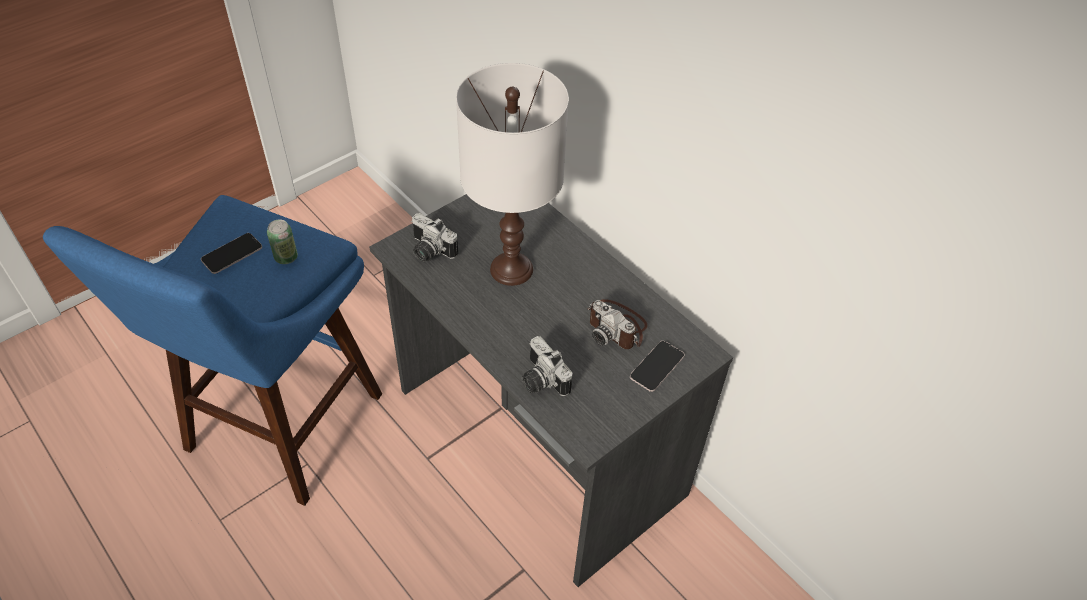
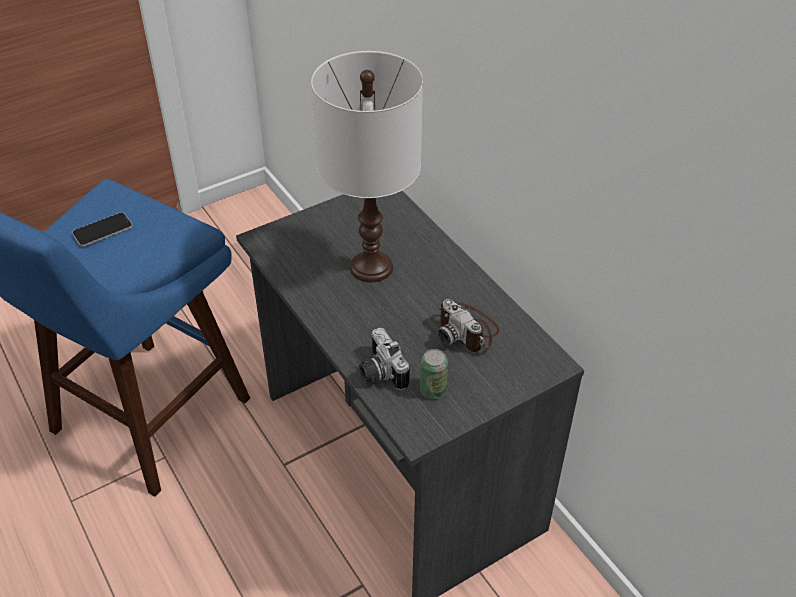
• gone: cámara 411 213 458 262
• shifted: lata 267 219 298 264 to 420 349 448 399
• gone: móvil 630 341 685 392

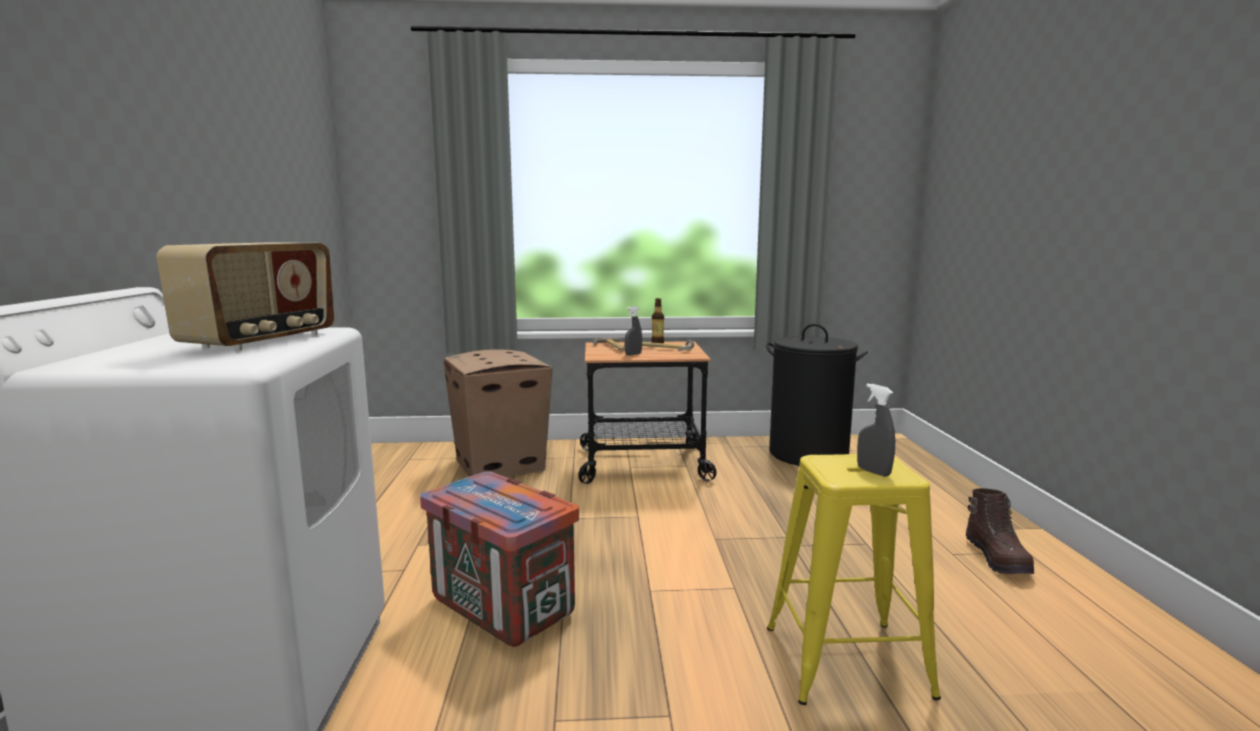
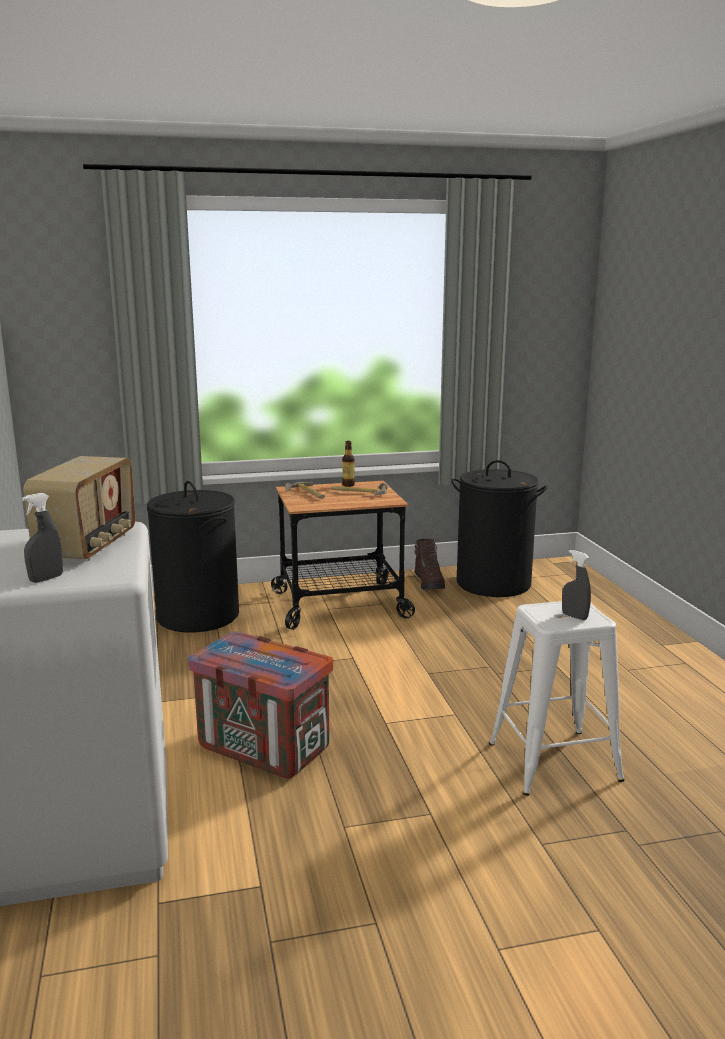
• shifted: pulverizador (gris) 625 306 642 356 to 22 493 63 583
• swapped: caja de cartón 443 349 553 477 to cesto de la ropa (negro) 147 481 239 632
• repainted: taburete (amarillo) 767 454 941 705 to taburete (blanco) 489 601 625 796
• shifted: bota (marrón) 966 488 1034 574 to 415 539 445 590

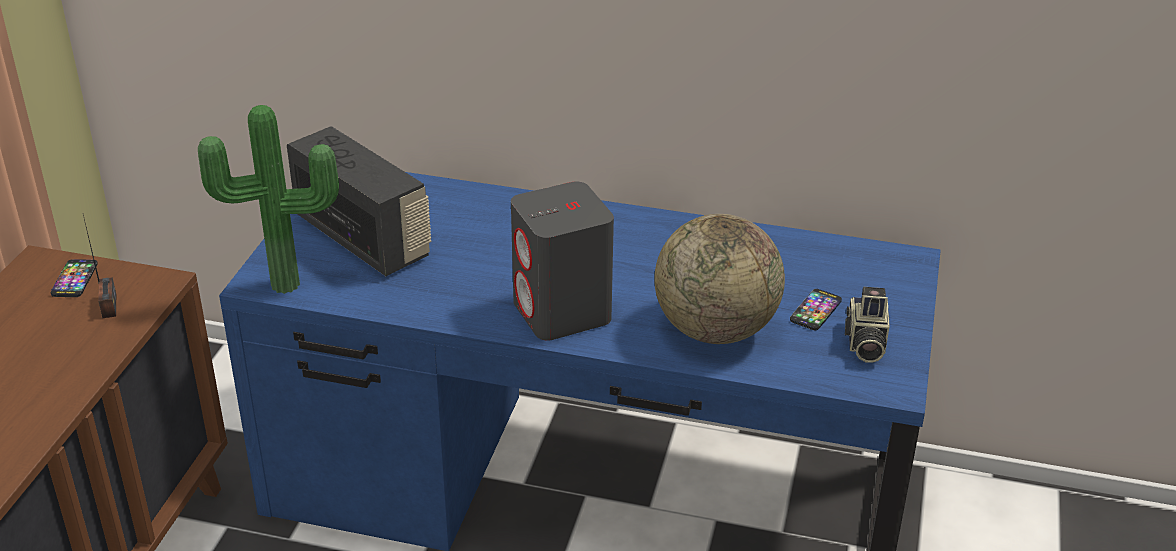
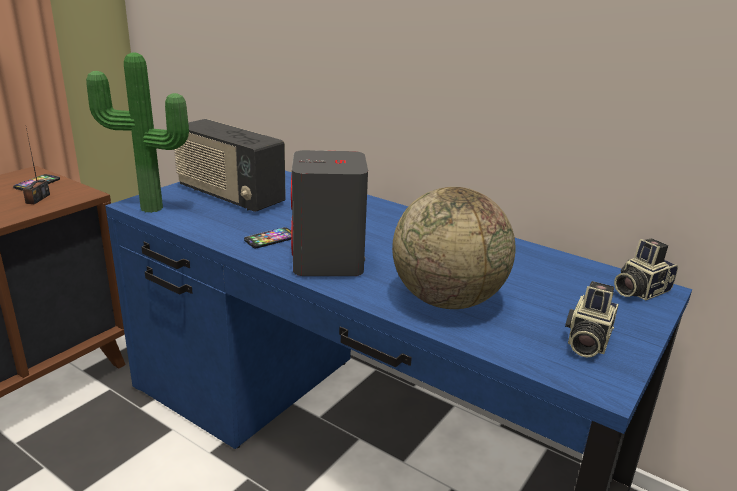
• rotated: radio 287 126 431 276 = 174 119 286 212 150 degrees clockwise
• shifted: móvil 790 289 842 330 to 244 227 291 248
• new: cámara 614 239 678 301

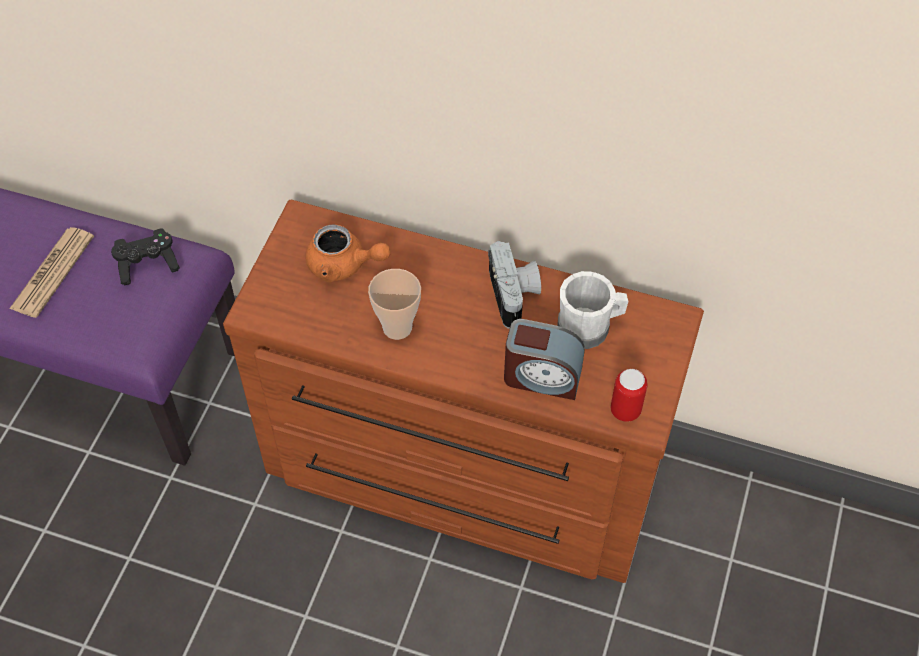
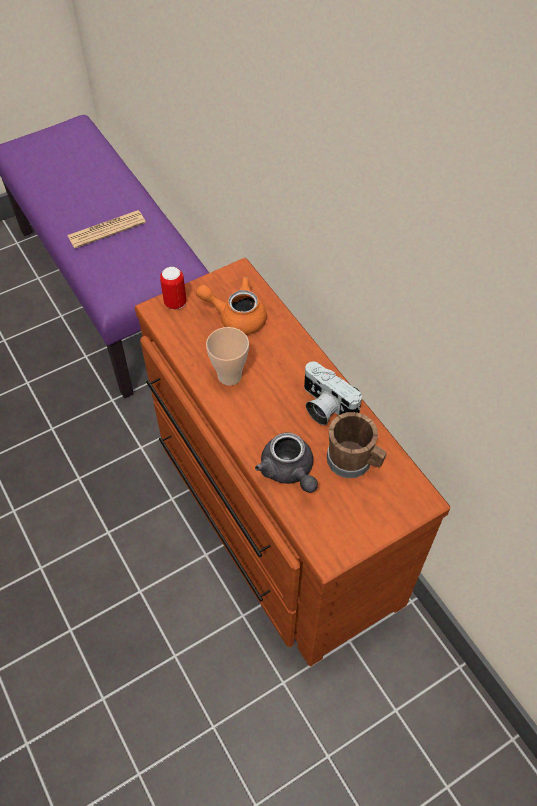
• rotated: tetera (naranja) 305 224 390 282 = 196 277 267 335 135 degrees clockwise
• gone: mando de consola (negro) 111 228 180 285
• rotated: cámara 488 241 541 329 = 304 361 362 425 105 degrees clockwise
• repainted: taza grande (blanco) 558 271 629 349 to taza grande (marrón) 327 412 387 478
• swapped: despertador 504 319 585 400 to tetera (gris) 255 432 318 493
• shifted: lata 611 369 648 422 to 160 267 187 310

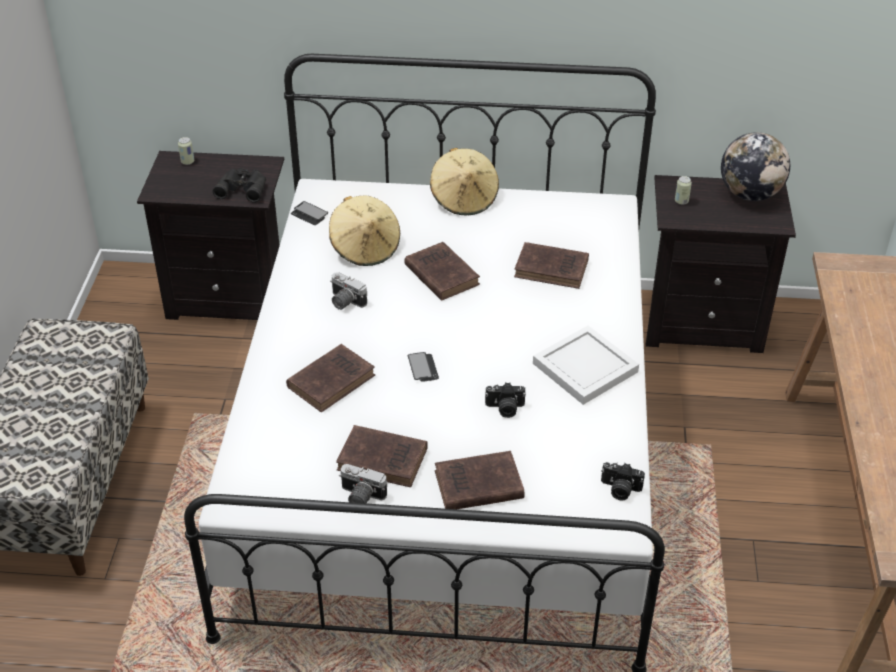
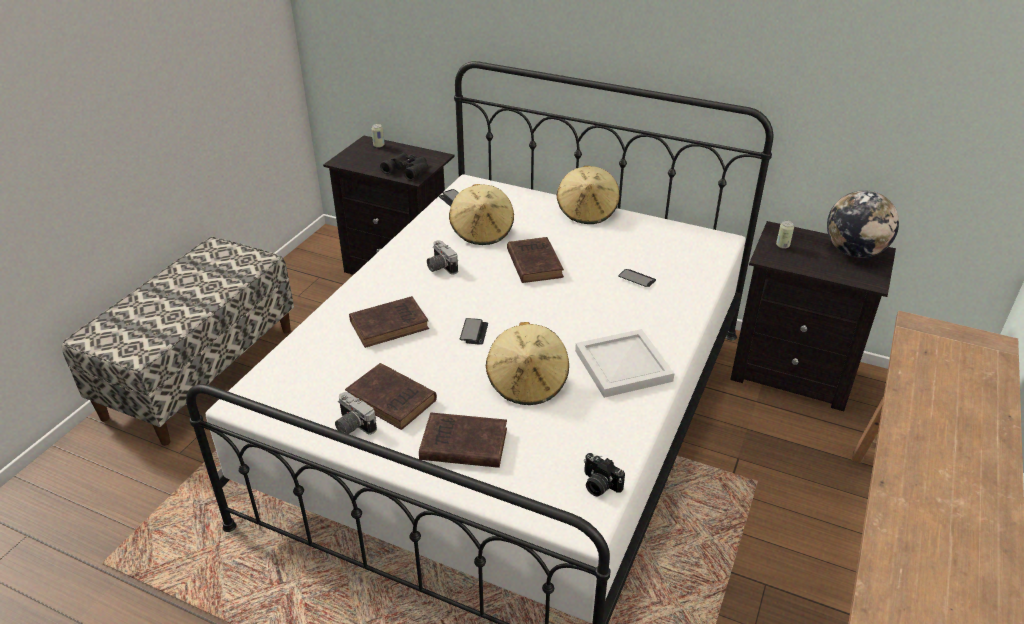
• swapped: libro (marrón) 514 242 589 289 to móvil 618 269 656 287
• swapped: cámara 485 382 526 418 to sombrero (beis) 486 322 569 405

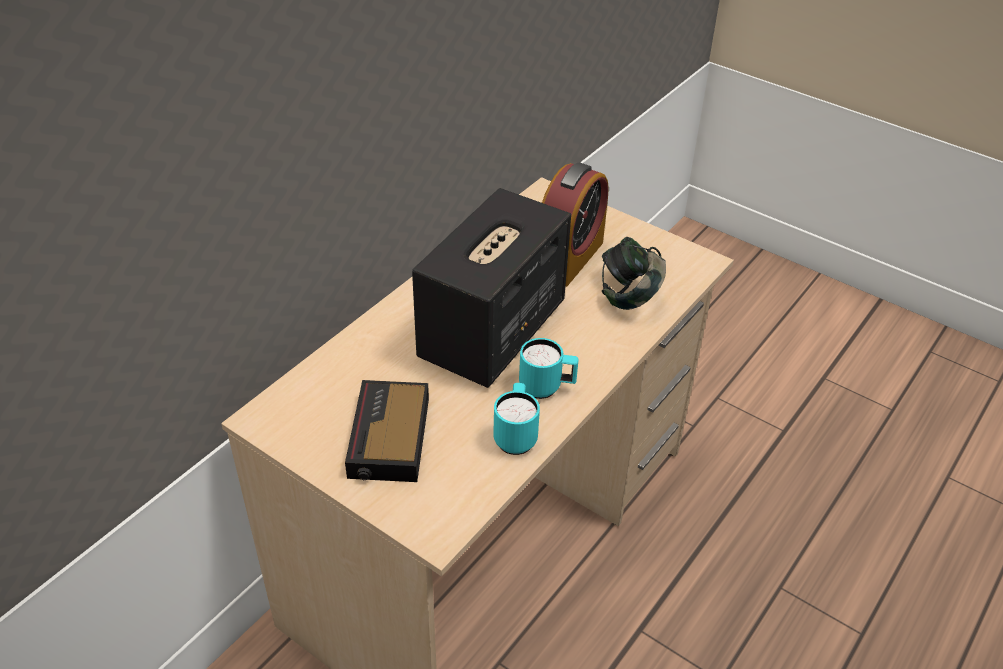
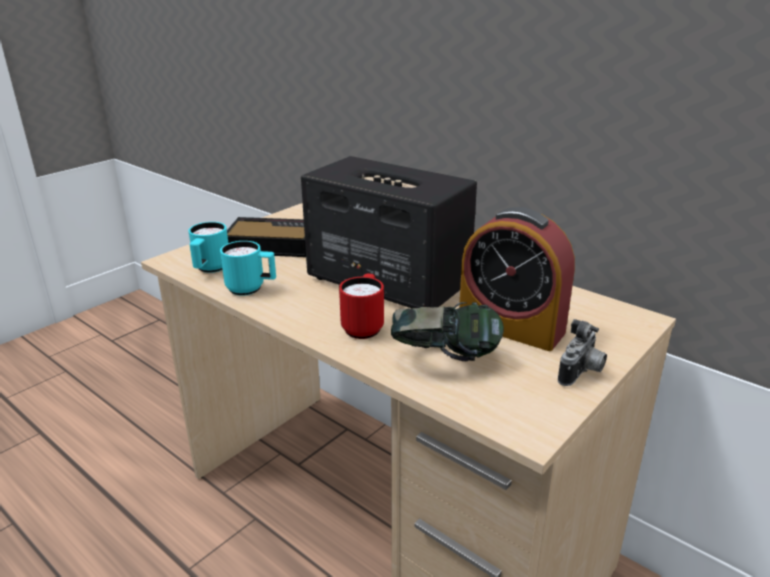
• shifted: taza grande (turquesa) 519 338 578 399 to 188 222 228 273
• new: taza grande (rojo) 339 274 384 339
• new: cámara 558 319 607 386

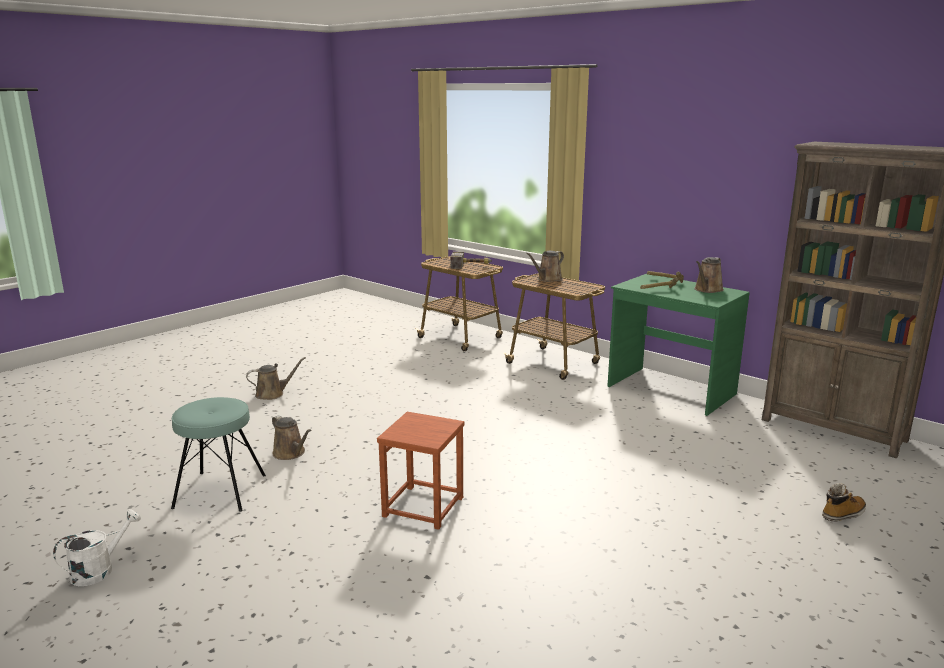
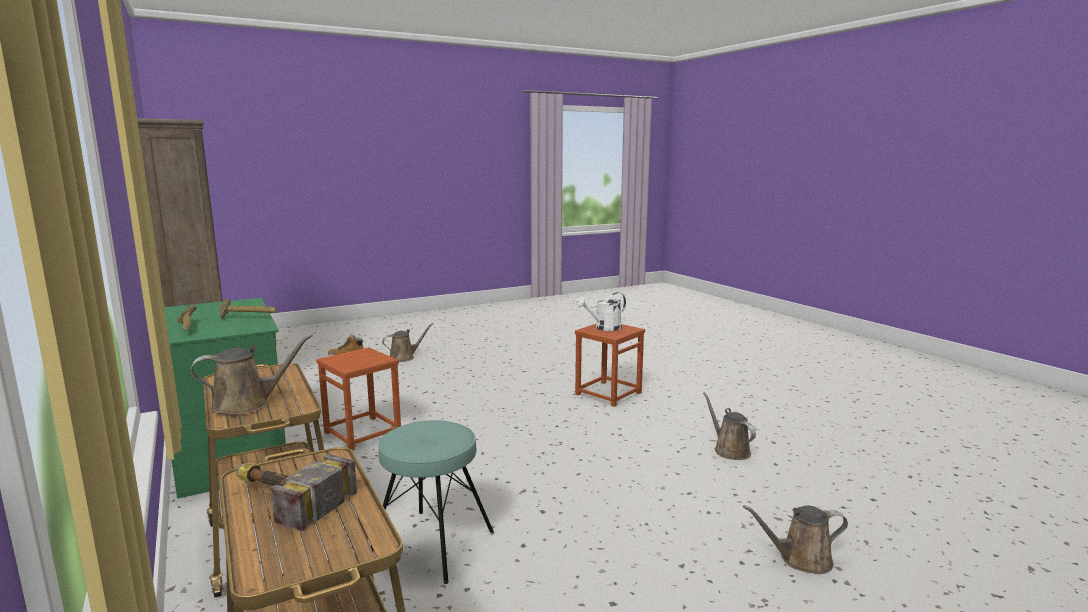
• shifted: regadera (marrón) 694 257 724 293 to 382 323 433 362
• shifted: taburete (turquesa) 171 397 266 512 to 371 420 494 584
• shifted: regadera (blanco) 53 509 141 586 to 576 292 626 331
• new: taburete (marrón) 316 347 401 450

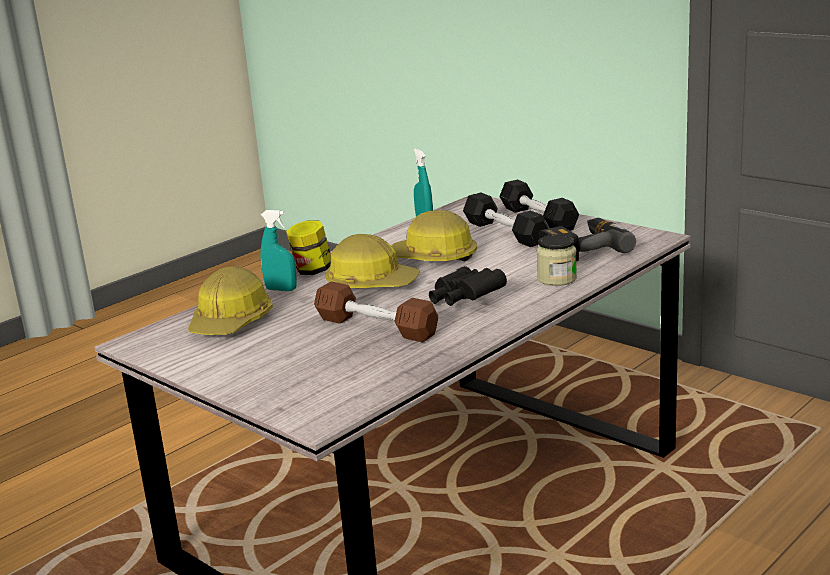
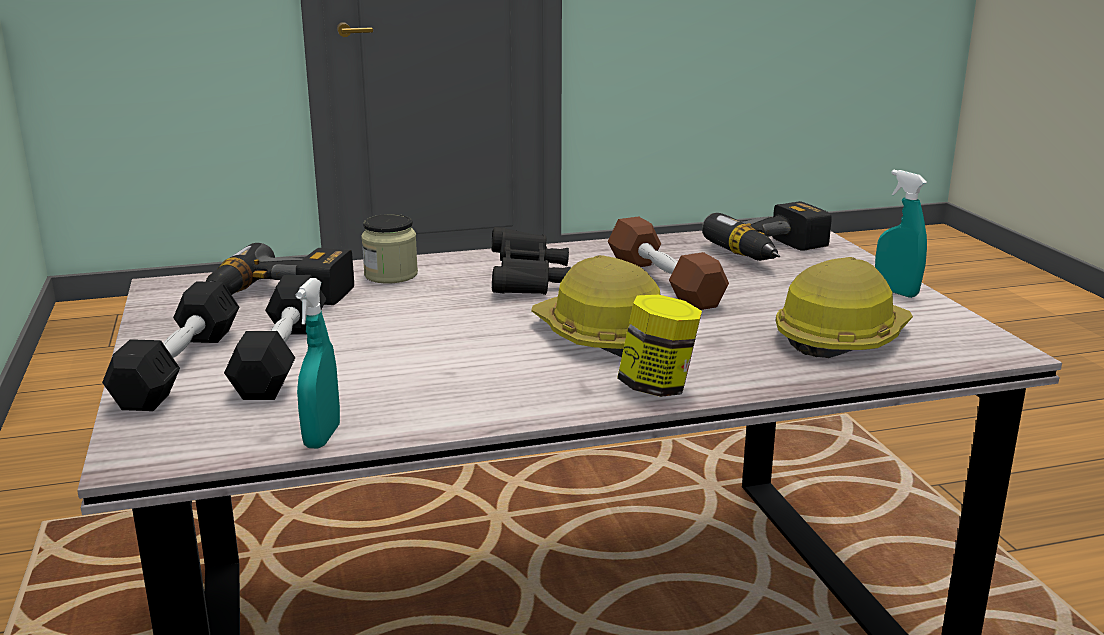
• shifted: pulverizador (turquesa) 261 210 296 291 to 875 170 927 298
• gone: casco 391 210 477 261
• new: taladro 702 201 832 261

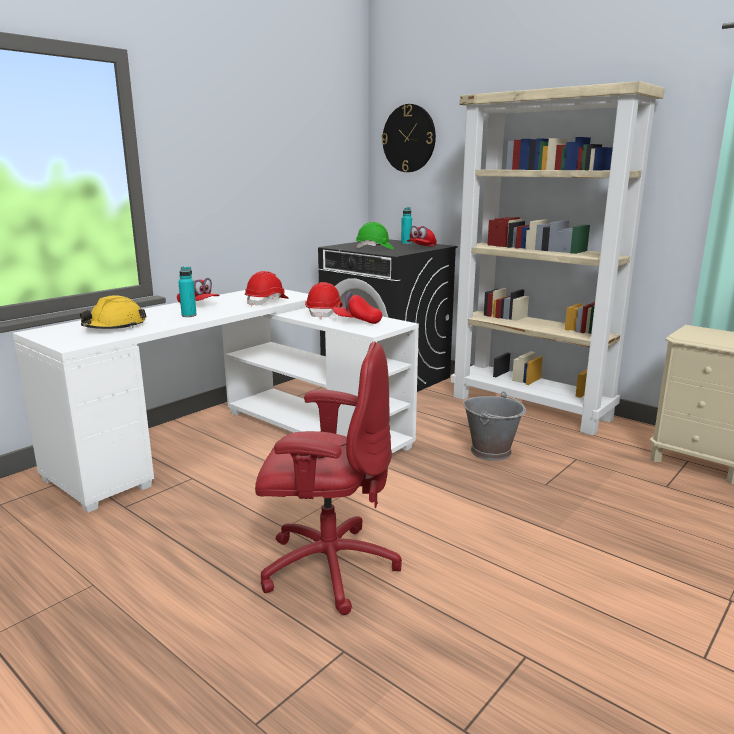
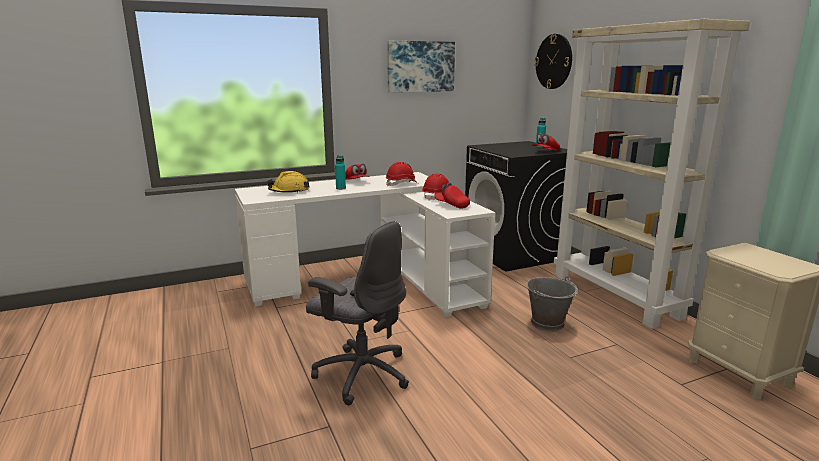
• gone: casco (verde) 356 222 394 249
• repainted: silla de oficina (rojo) 255 341 402 615 to silla de oficina (gris) 306 221 409 405
• new: cuadro 387 41 455 93

